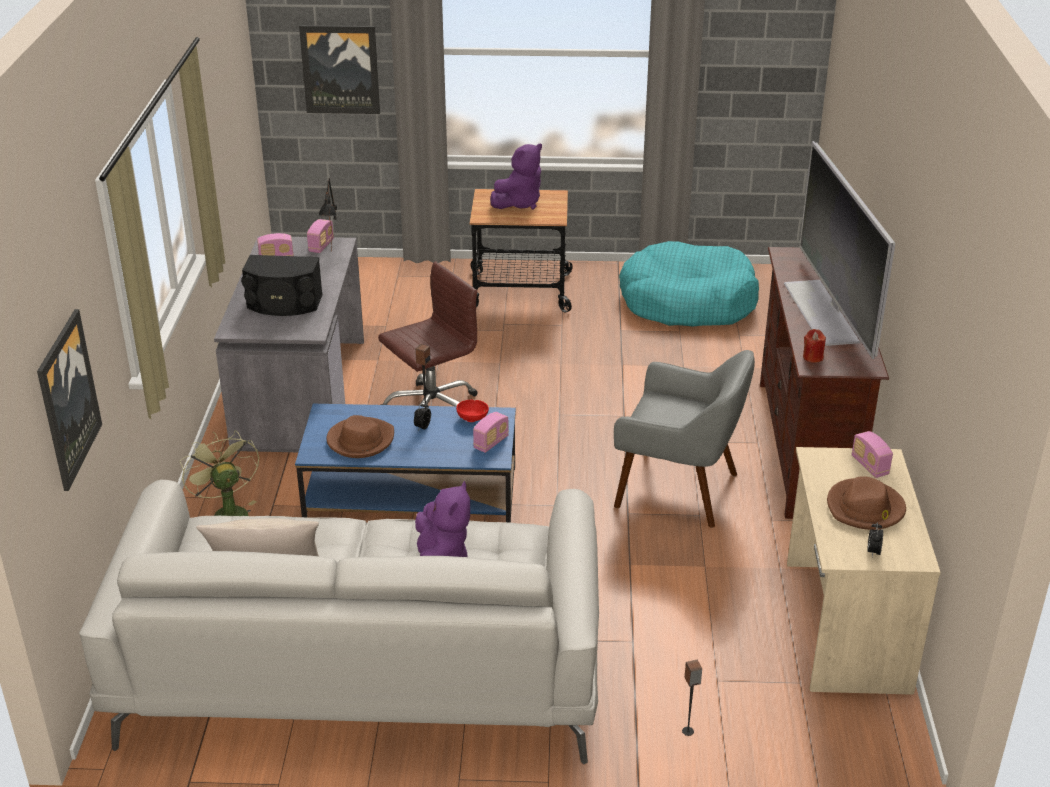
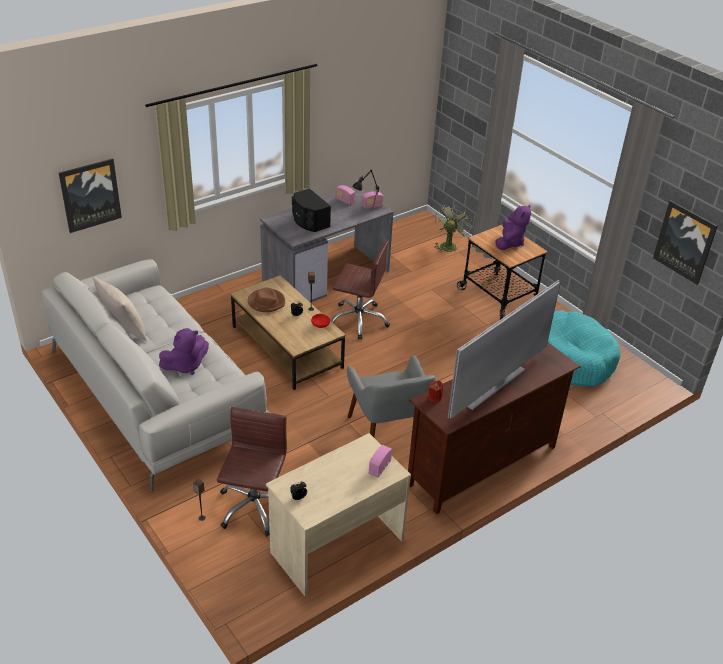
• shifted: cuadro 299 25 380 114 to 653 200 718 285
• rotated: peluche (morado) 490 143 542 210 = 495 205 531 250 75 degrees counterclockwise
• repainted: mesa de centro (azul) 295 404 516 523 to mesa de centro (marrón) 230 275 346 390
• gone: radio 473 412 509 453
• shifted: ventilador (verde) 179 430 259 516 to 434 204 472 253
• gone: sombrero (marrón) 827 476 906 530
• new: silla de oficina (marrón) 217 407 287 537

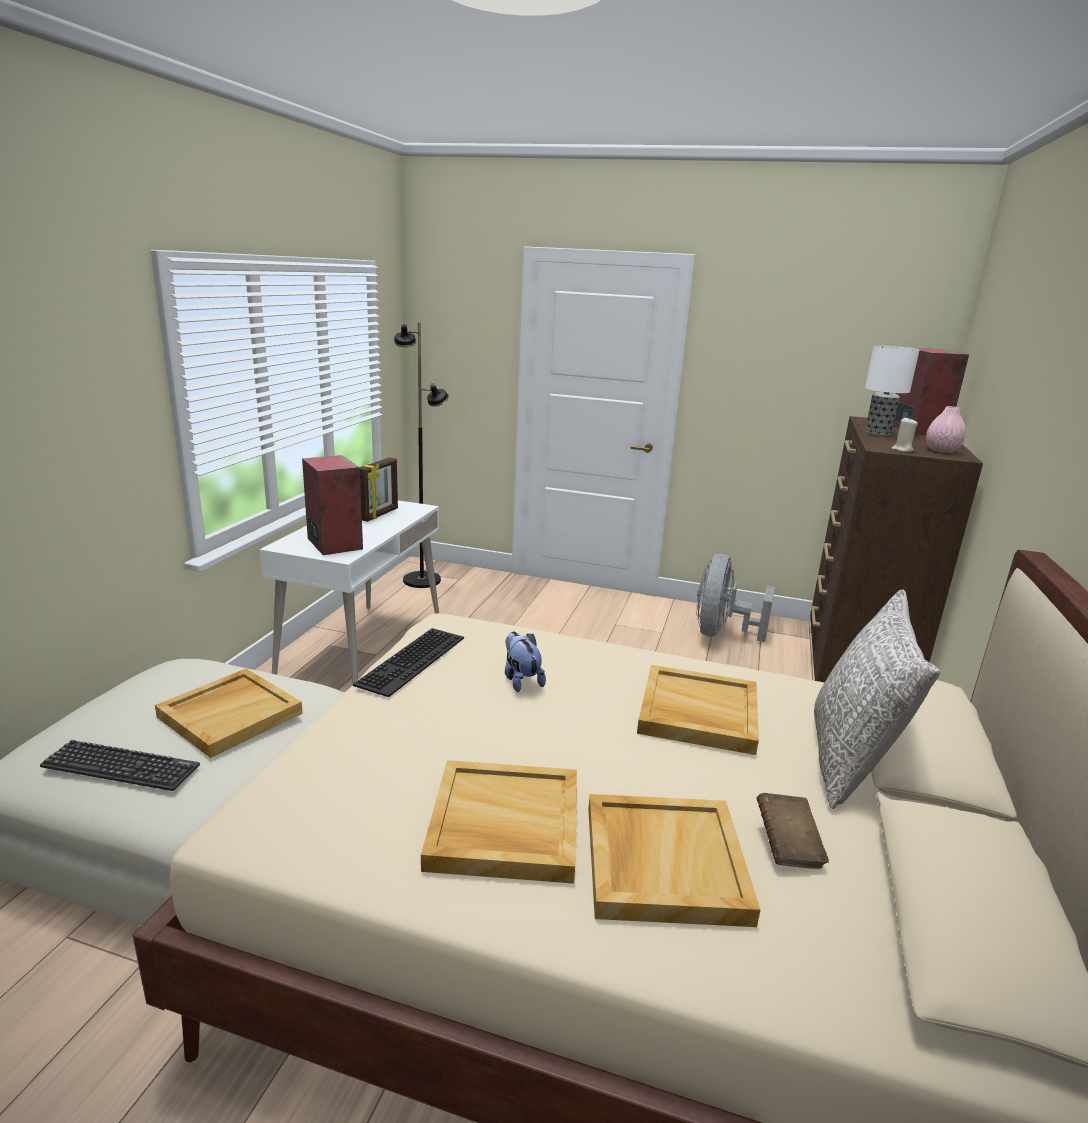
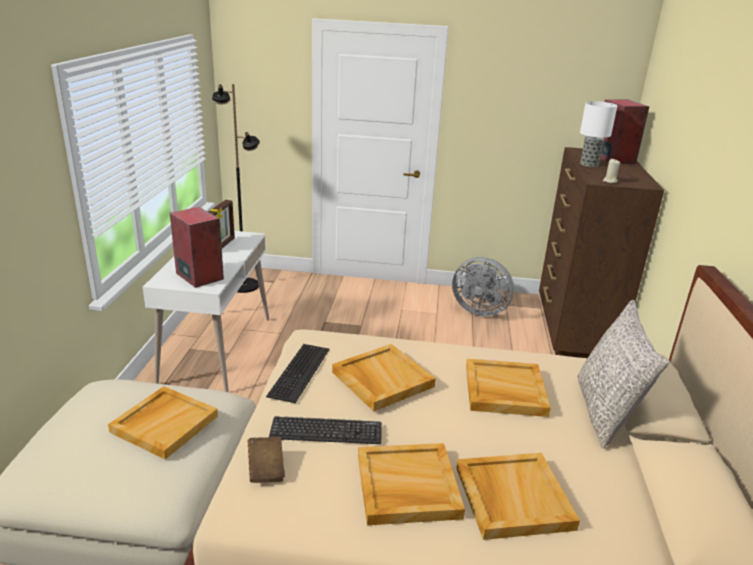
• gone: florero (rosa) 926 406 966 453
• rotated: ventilador (gris) 696 554 775 642 = 452 257 514 316 75 degrees counterclockwise
• swapped: peluche 505 631 546 692 to bandeja (beis) 332 344 436 412
• shifted: teclado 40 740 200 791 to 269 416 382 444
• shifted: libro (marrón) 757 793 829 869 to 248 437 285 483

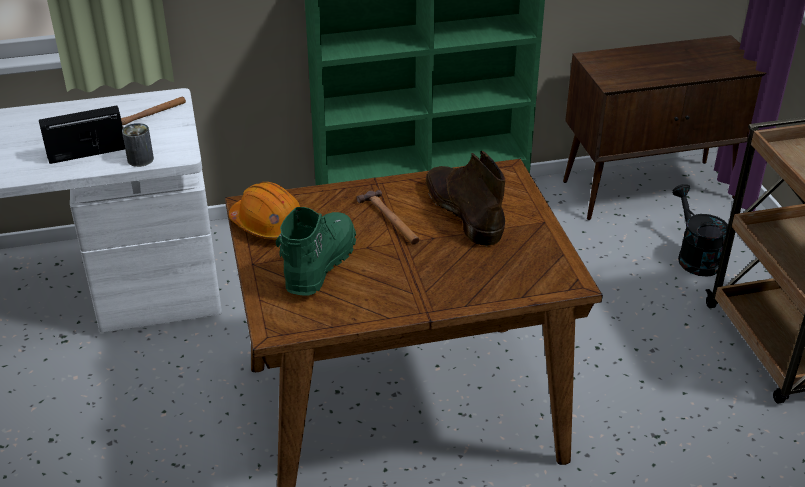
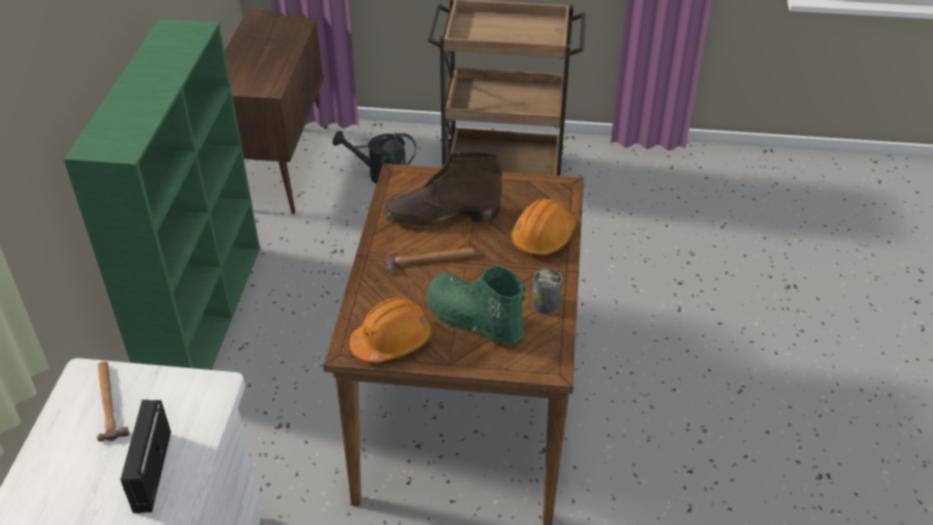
• shifted: lata 122 123 154 167 to 532 268 562 315
• new: casco (naranja) 511 198 576 257

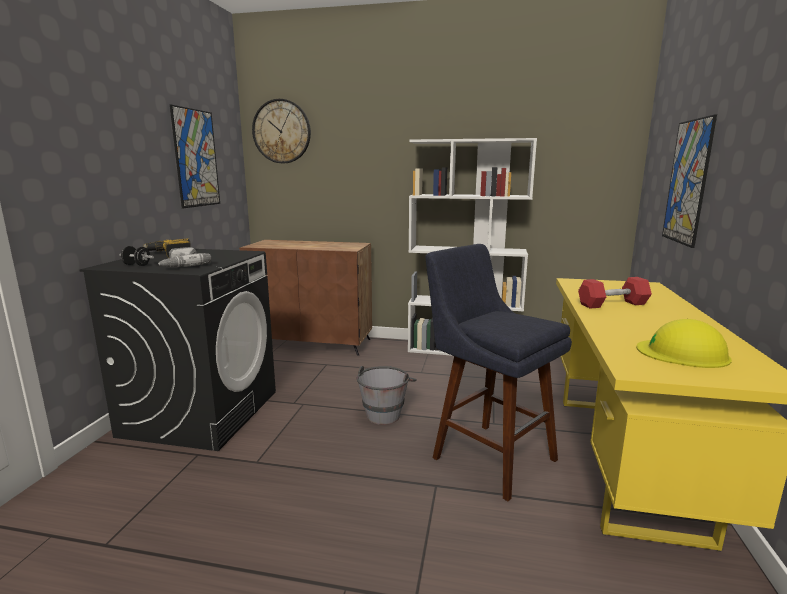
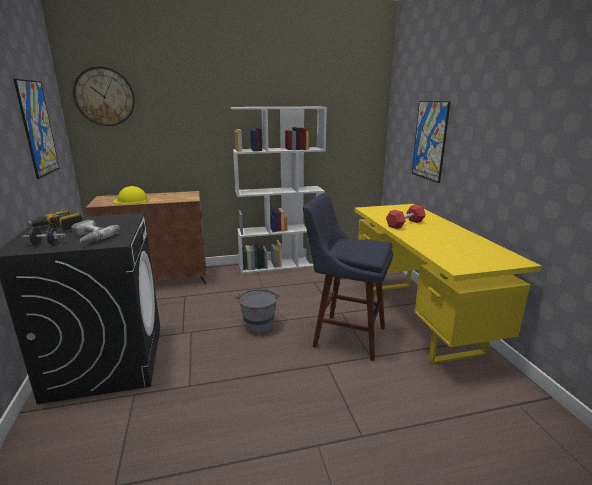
• shifted: casco (amarillo) 636 319 732 368 to 113 186 149 204

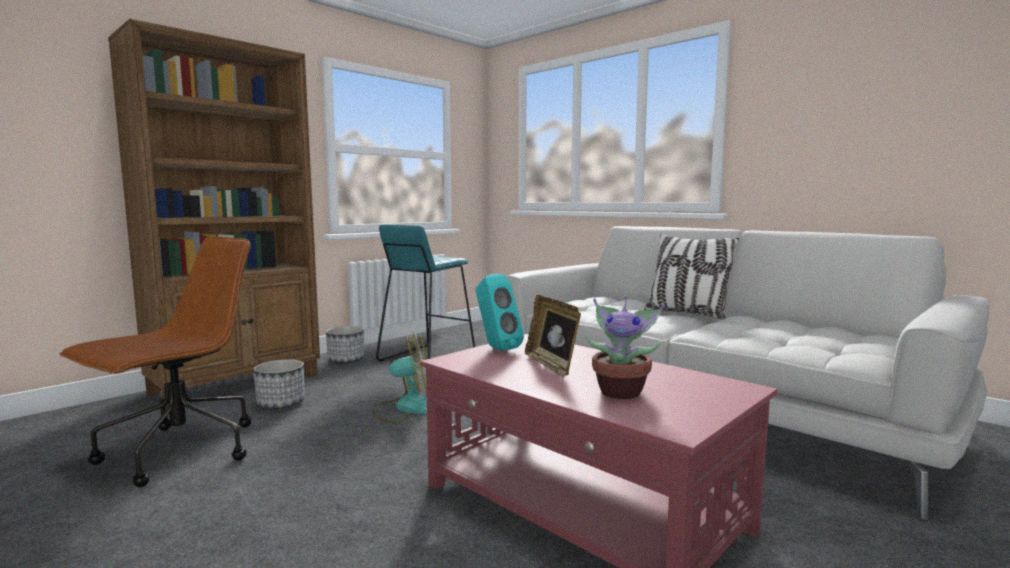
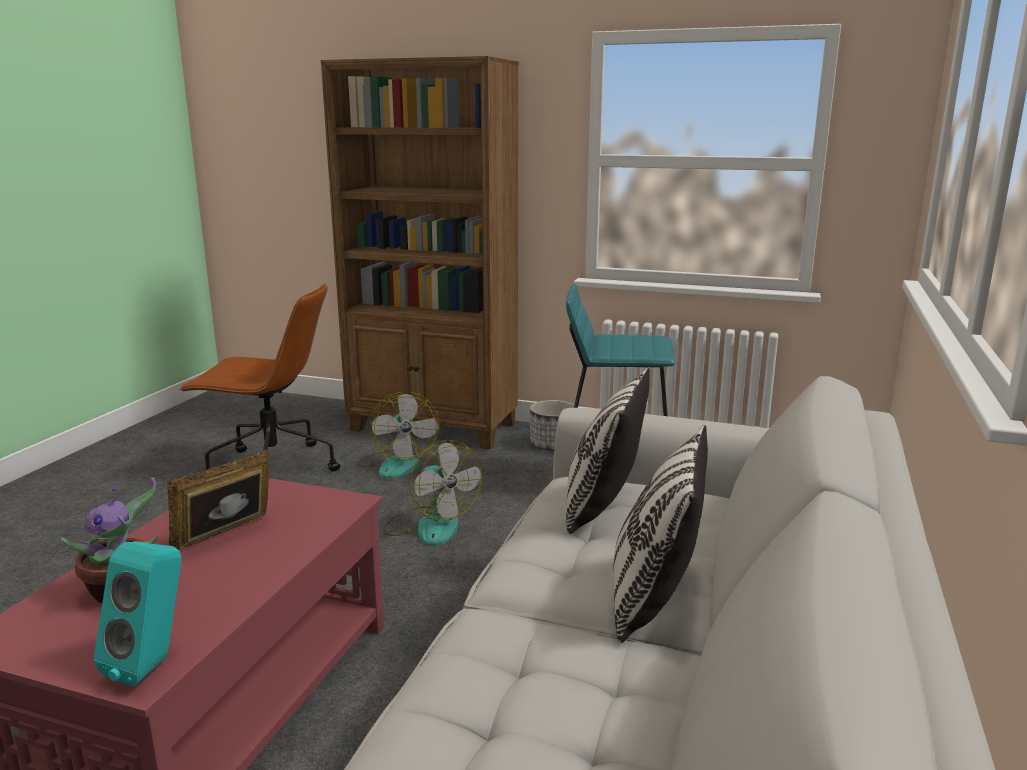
• shifted: altavoz (turquesa) 476 274 524 351 to 94 542 181 687
• swapped: maceta 253 359 305 409 to ventilador 357 392 439 479
• new: cojín 566 368 650 534

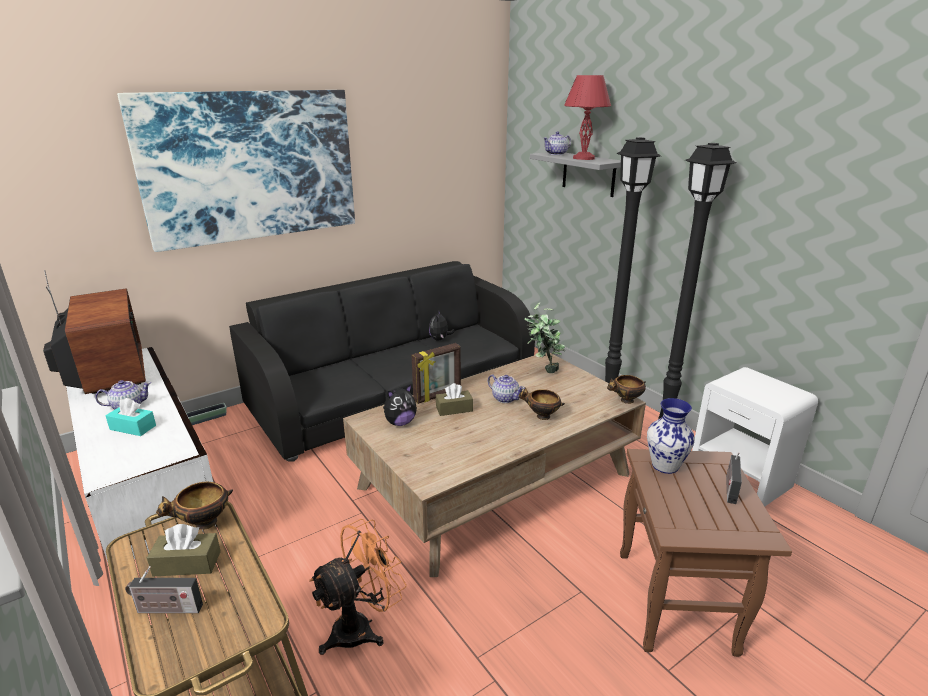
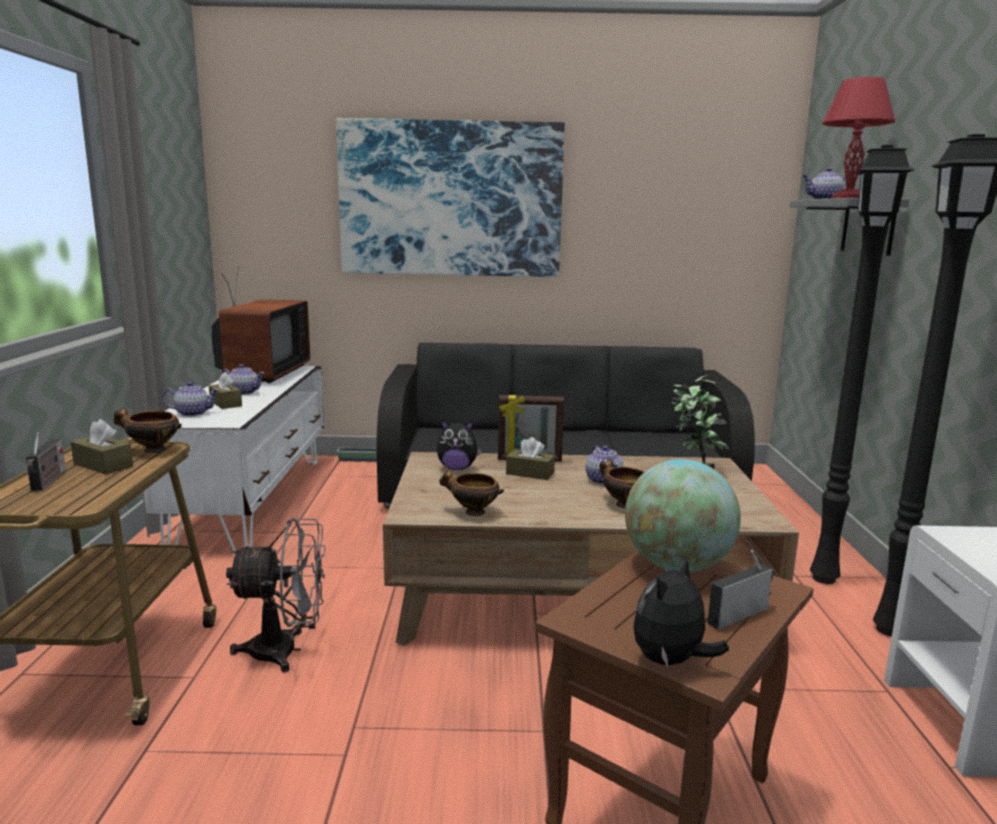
• shifted: peluche 429 311 455 341 to 634 556 729 667
• shifted: cuenco 607 375 646 404 to 439 469 504 516
• repainted: caja de pañuelos (turquesa) 106 398 156 436 to caja de pañuelos (marrón) 209 372 242 409
• swapped: florero 647 398 695 474 to globo terráqueo 625 459 741 572
• repainted: ventilador (naranja) 309 519 407 655 to ventilador (gris) 226 518 326 673
• rotated: radio 125 566 203 613 = 26 432 66 491 135 degrees counterclockwise
• new: tetera 162 382 219 416

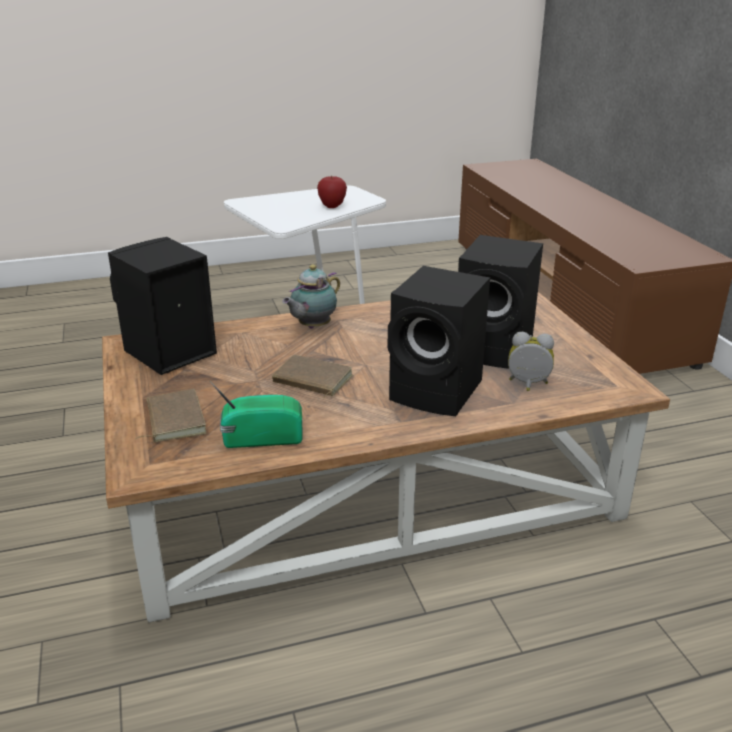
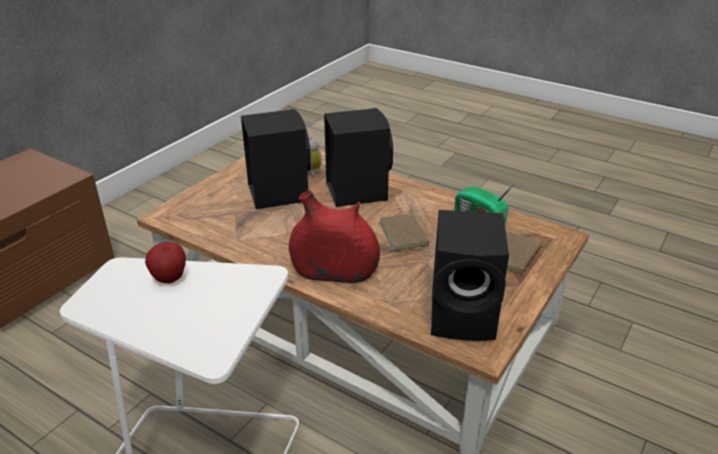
• swapped: tetera 282 265 340 328 to florero (rojo) 289 190 380 283

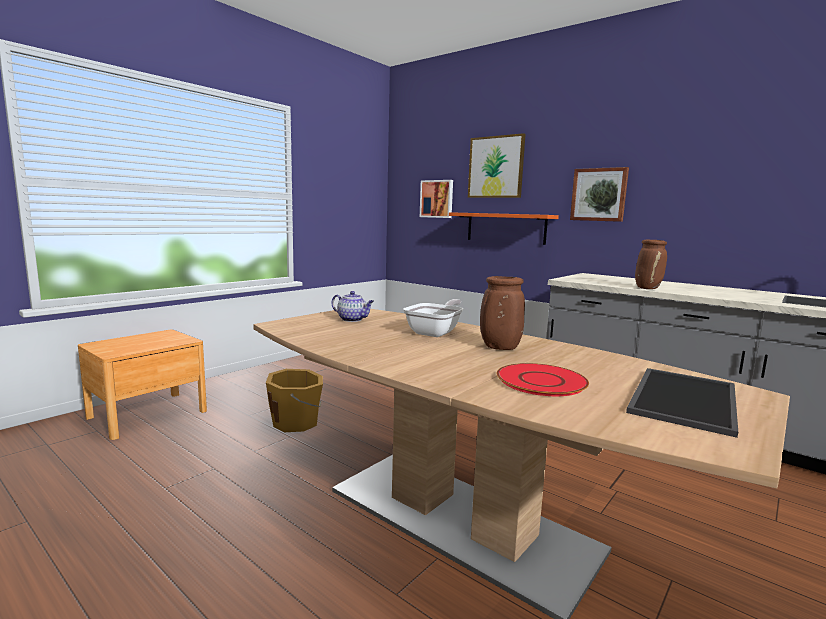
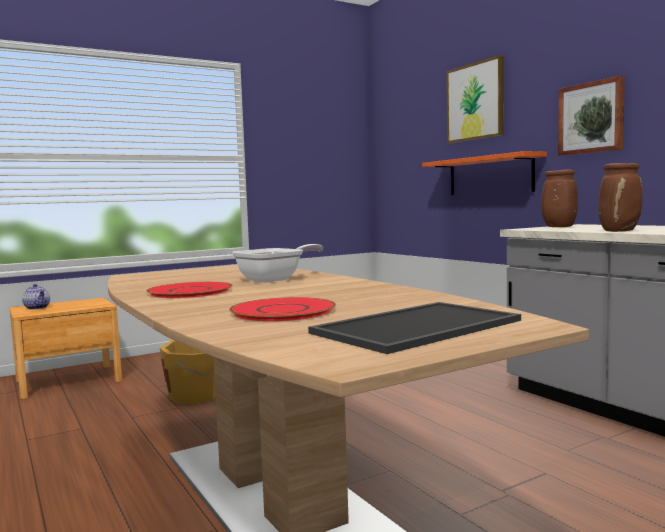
• gone: cuadro 420 180 453 218
• shifted: florero (marrón) 480 276 525 350 to 541 170 578 227
• shifted: tetera 331 291 374 322 to 22 284 50 310
• new: plato (rojo) 146 282 232 298

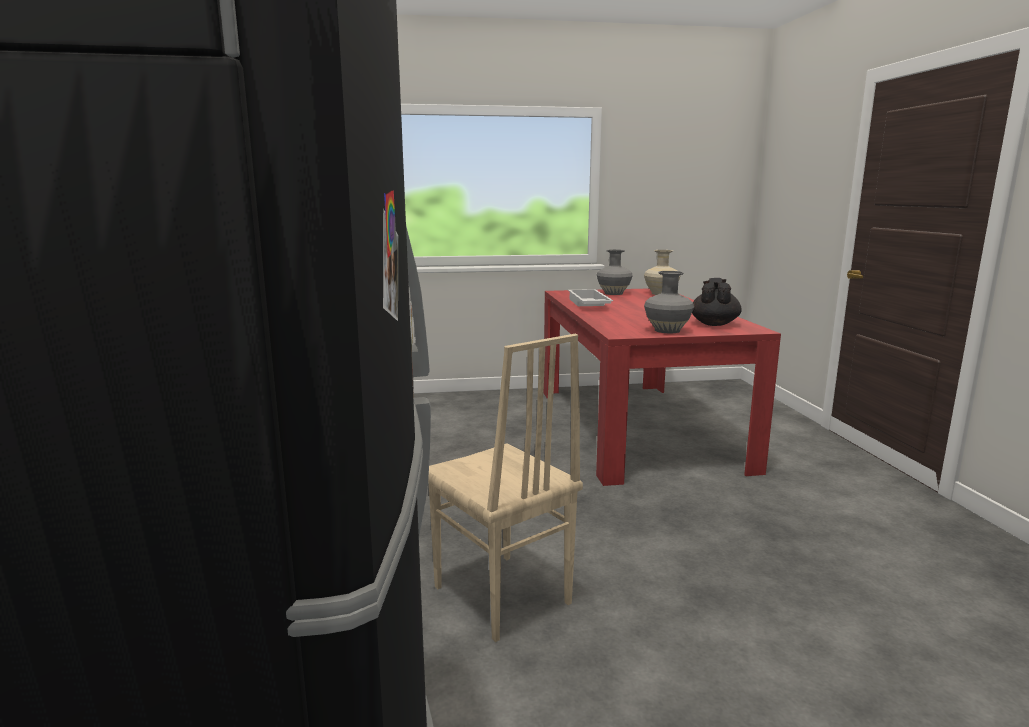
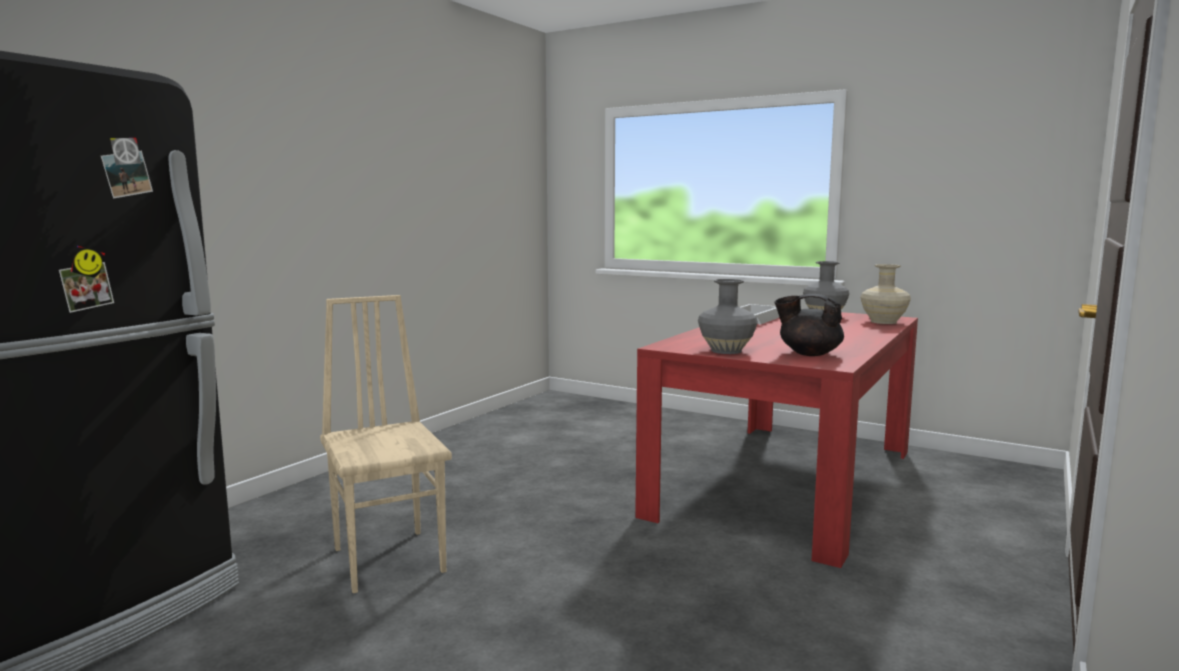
• rotated: tetera (negro) 692 278 742 326 = 775 294 844 356 120 degrees counterclockwise
• rotated: silla (beis) 428 334 583 642 = 320 295 452 593 150 degrees clockwise

